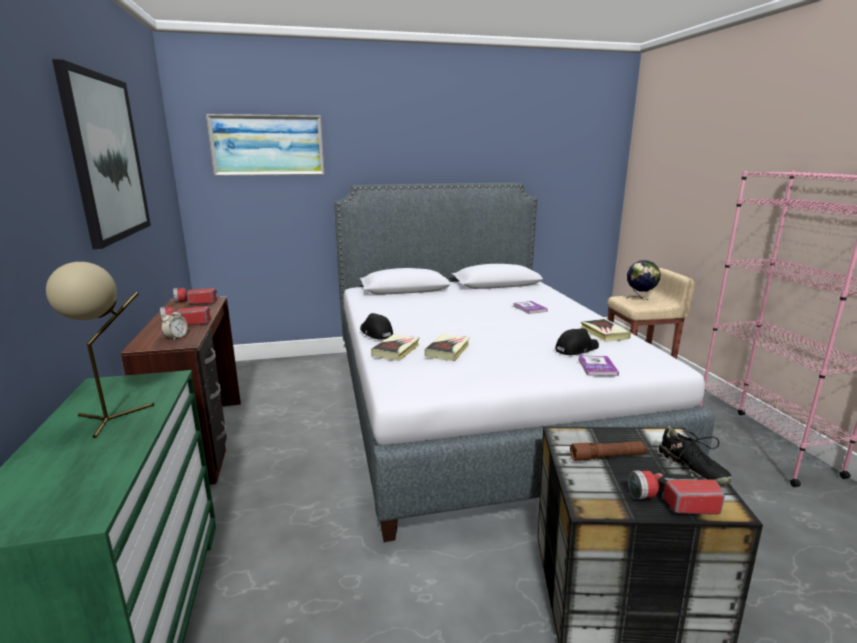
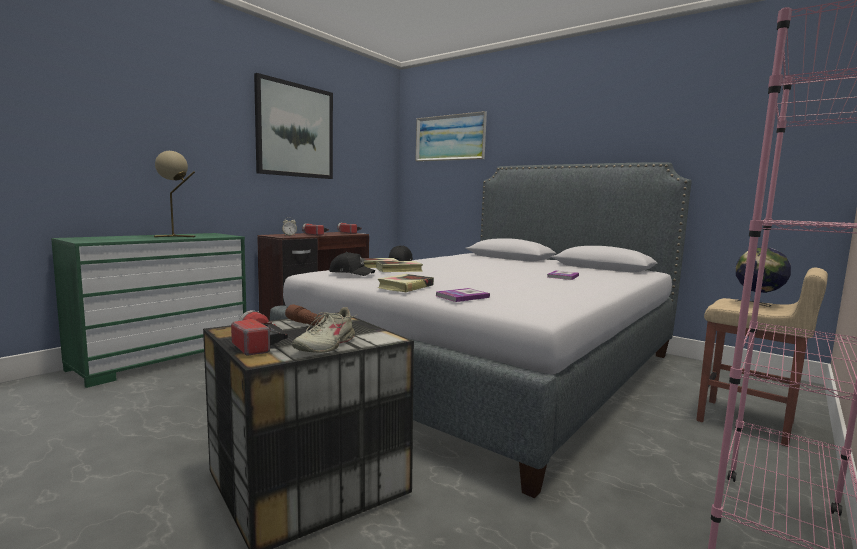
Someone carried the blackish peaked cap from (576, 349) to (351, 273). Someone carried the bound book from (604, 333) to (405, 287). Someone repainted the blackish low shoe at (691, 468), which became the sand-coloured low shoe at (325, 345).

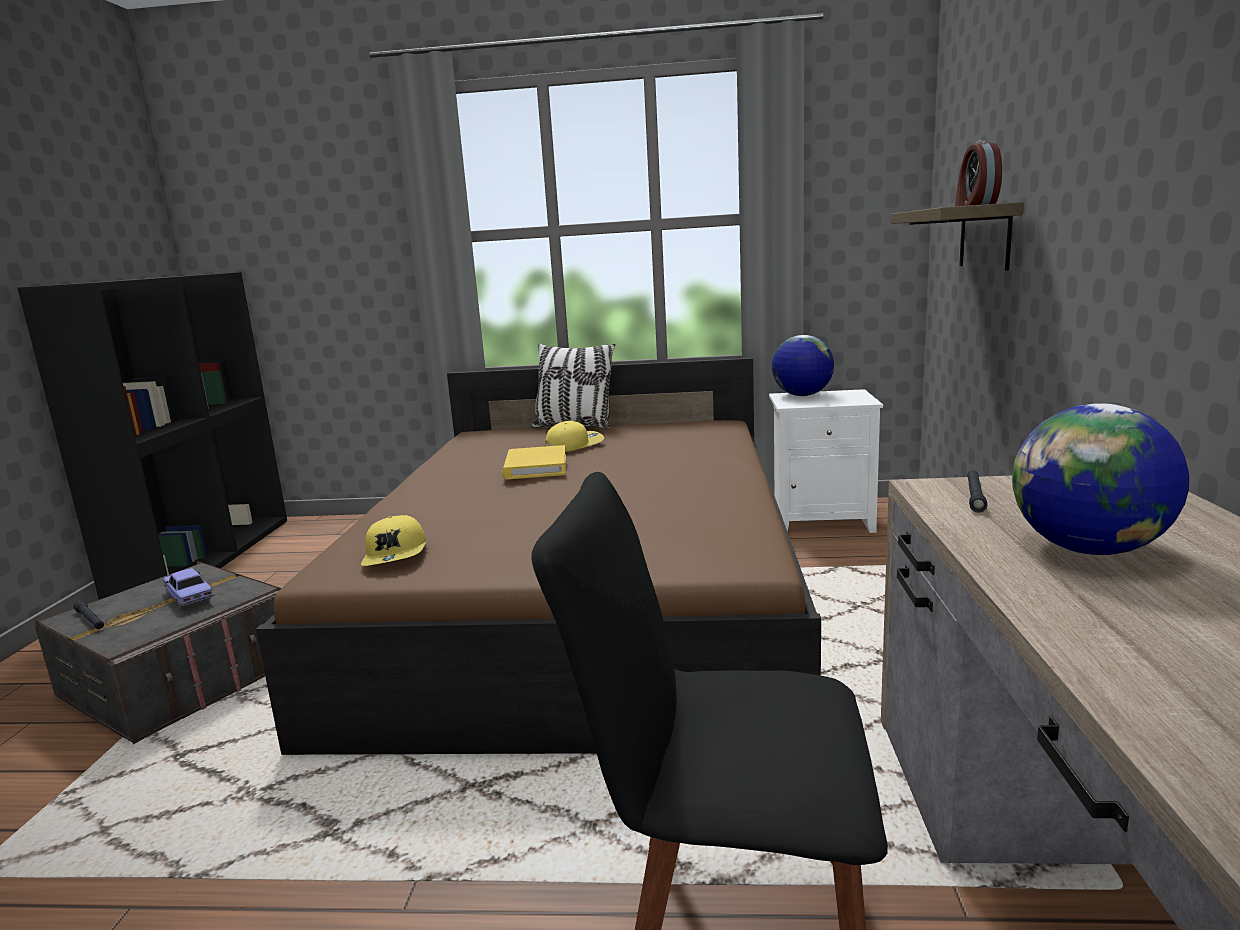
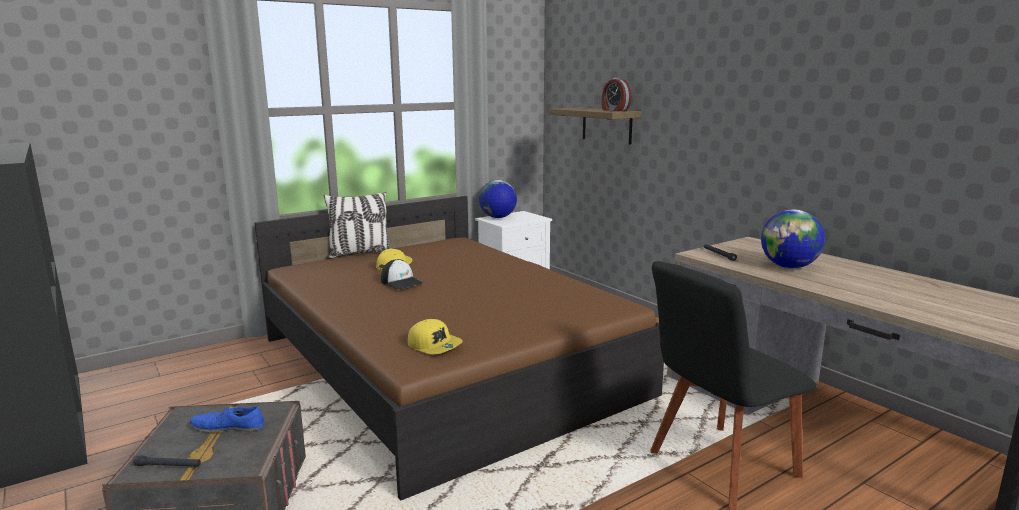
Someone swapped the miniature car at (189, 597) for the bluish low shoe at (228, 427). Someone swapped the yellow bound book at (535, 467) for the peaked cap at (402, 282).

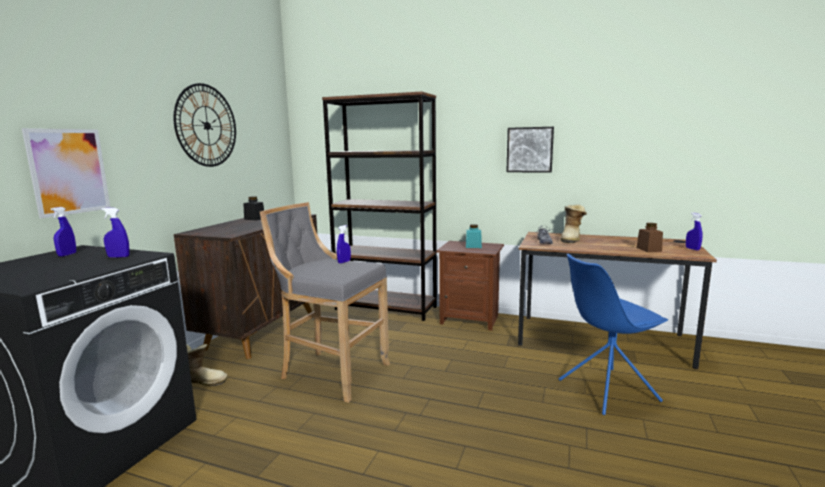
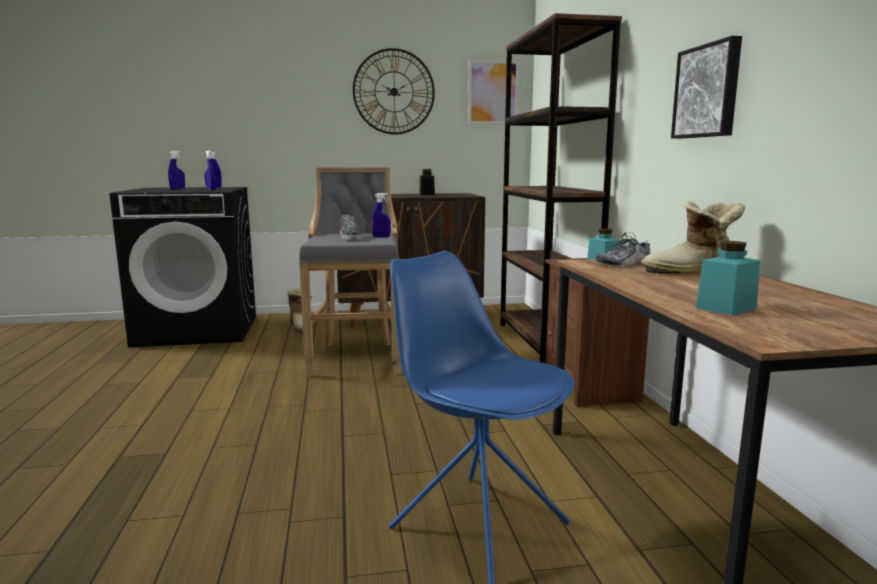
Someone carried the wall picture from (69, 171) to (493, 92). Someone repainted the brown-coloured preserve jar at (649, 249), which became the turquoise preserve jar at (726, 308). Someone carried the bluish sprayer from (692, 249) to (177, 189). Someone put down the low shoe at (349, 238).

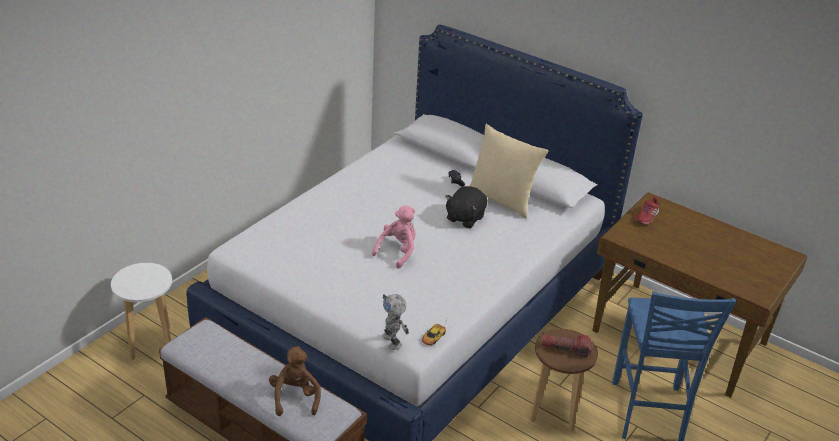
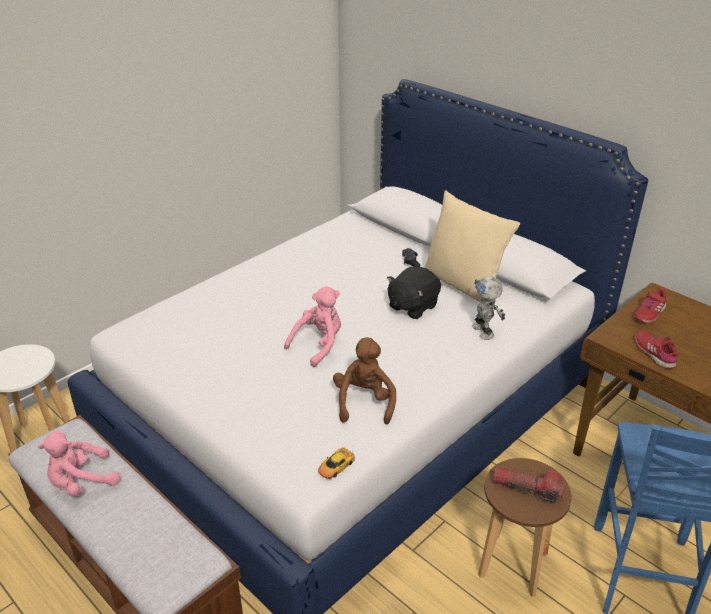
Someone carried the brown-coloured plush toy from (295, 397) to (364, 402). Someone carried the robot figure from (393, 341) to (484, 331). Someone put down the pink plush toy at (81, 483). Someone put down the reddish low shoe at (654, 353).

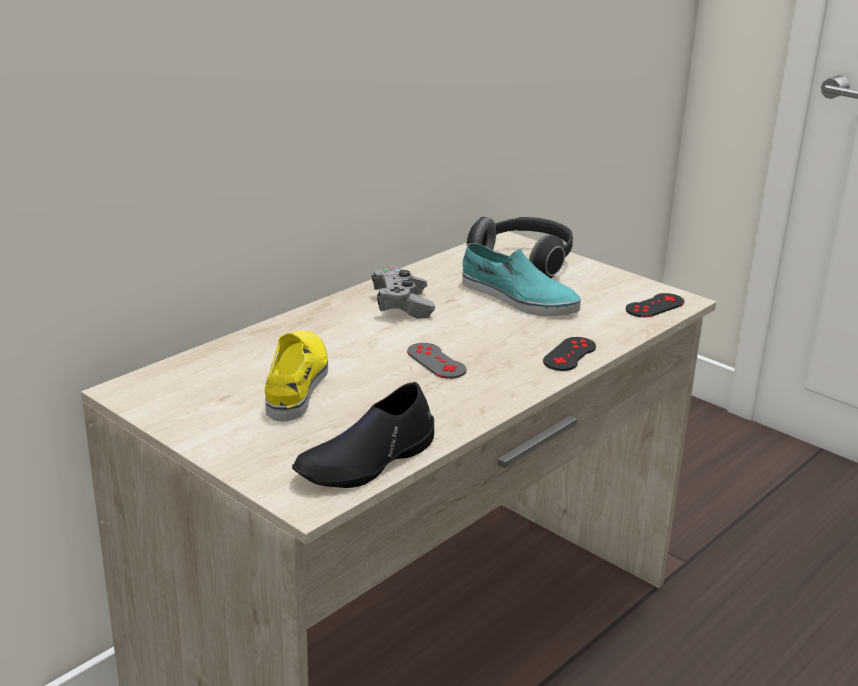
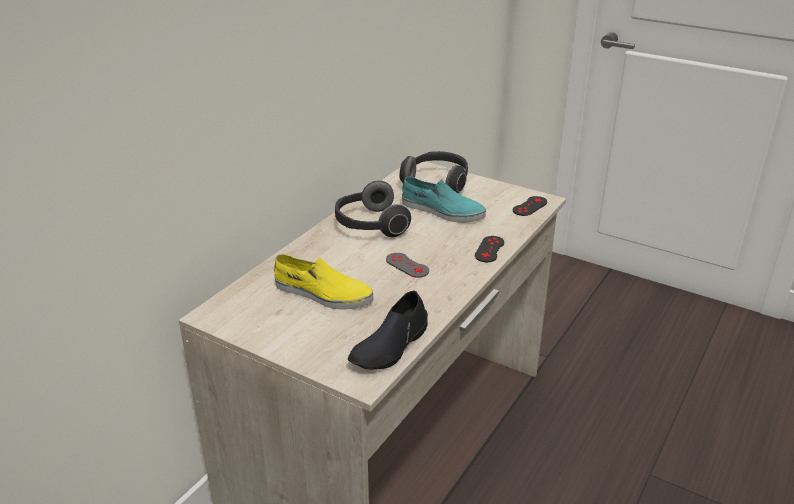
Someone rotated the yellow low shoe at (296, 383) by 120 degrees clockwise. Someone swapped the grey gamepad at (402, 305) for the headset at (369, 225).

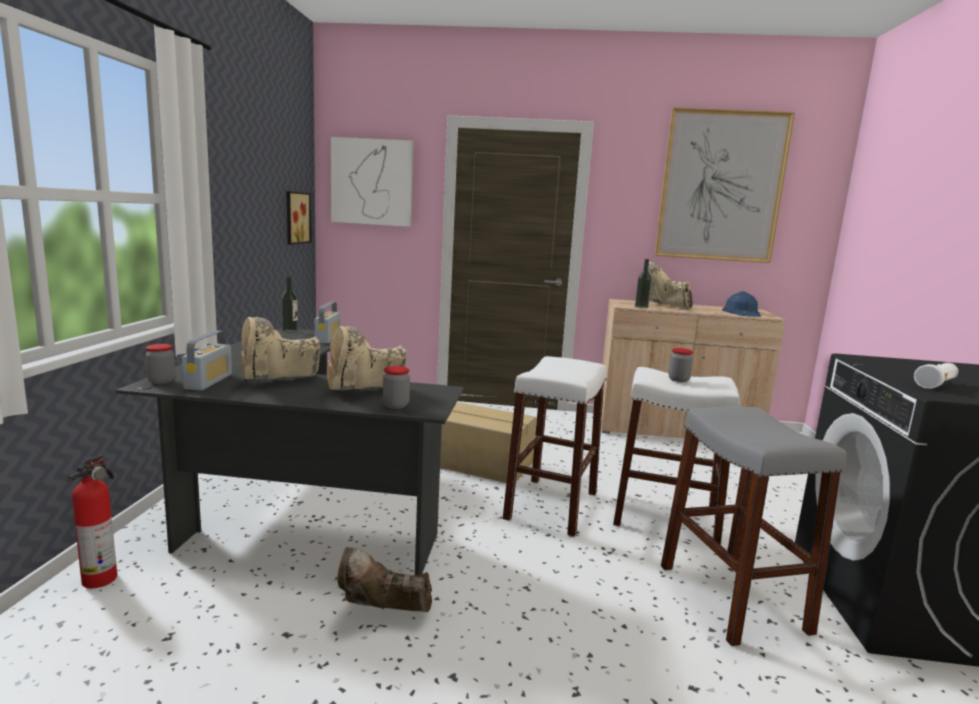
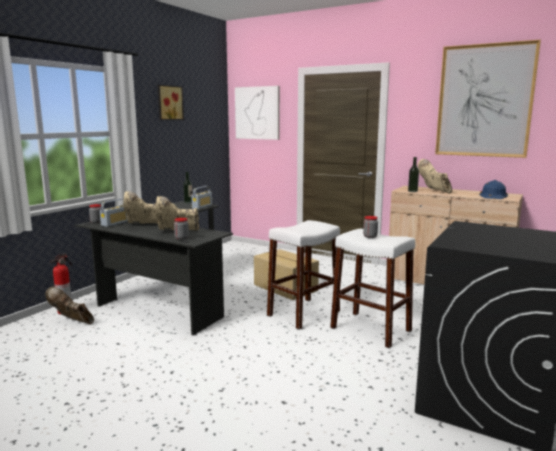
Someone carried the wall picture from (295, 217) to (169, 103). Someone carried the brown-coloured boot from (383, 614) to (72, 322). Someone took away the grey sitting stool at (732, 598). Someone took away the white-coloured hand torch at (935, 385).

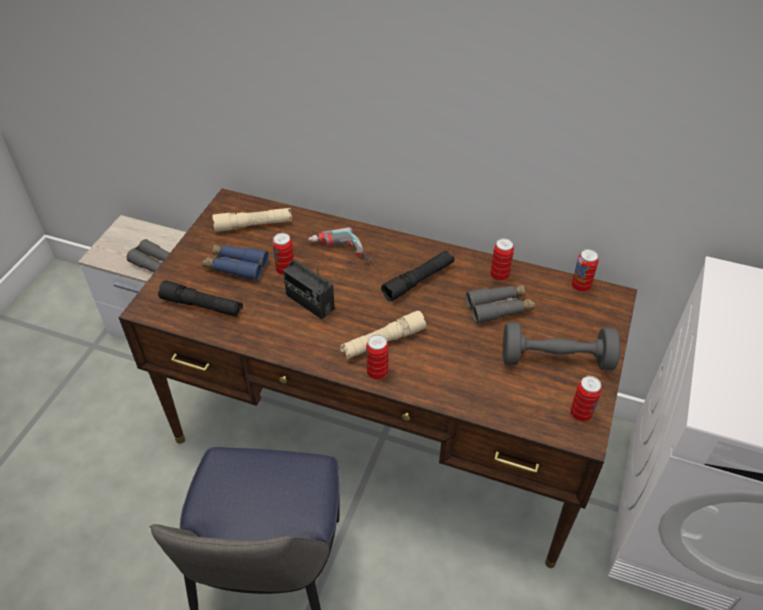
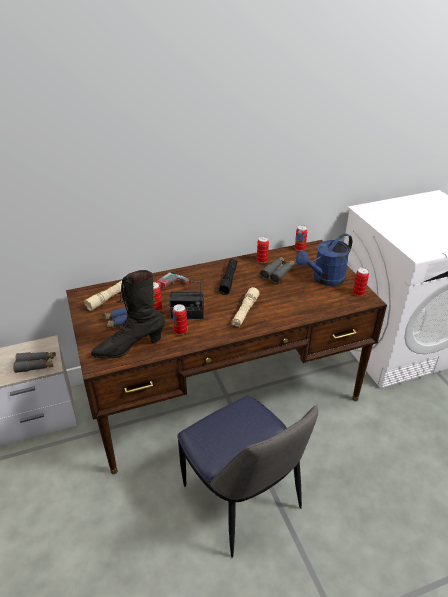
Someone swapped the blackish hand torch at (202, 306) for the blackish boot at (129, 347). Someone carried the can from (377, 373) to (180, 331). Someone swapped the grey dumbbell at (556, 359) for the bluish watering pot at (324, 279).

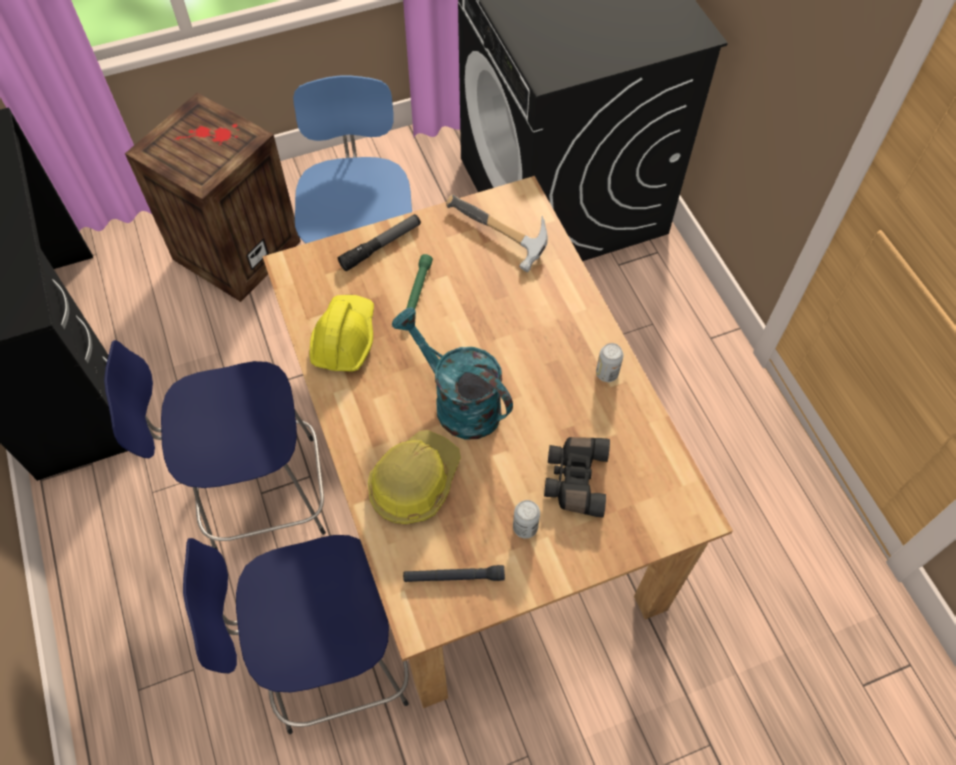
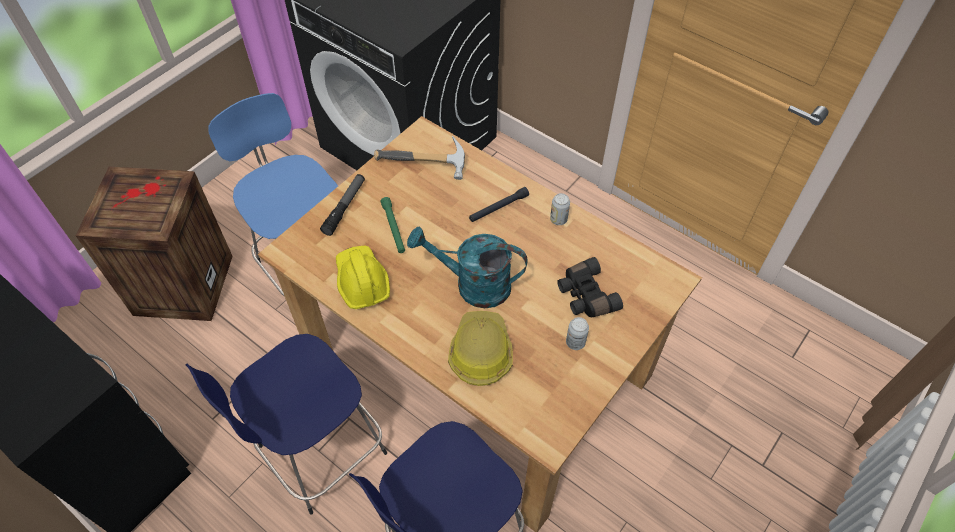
Someone carried the blackish hand torch from (454, 577) to (498, 208).

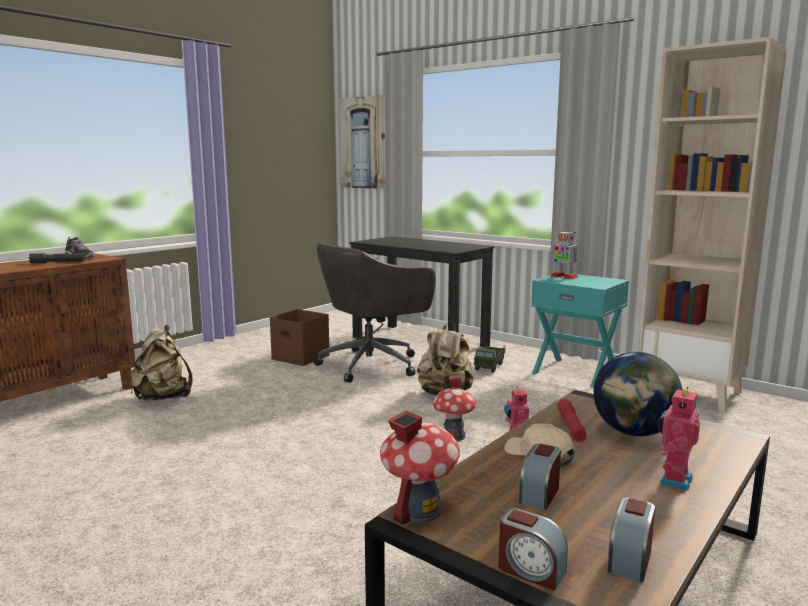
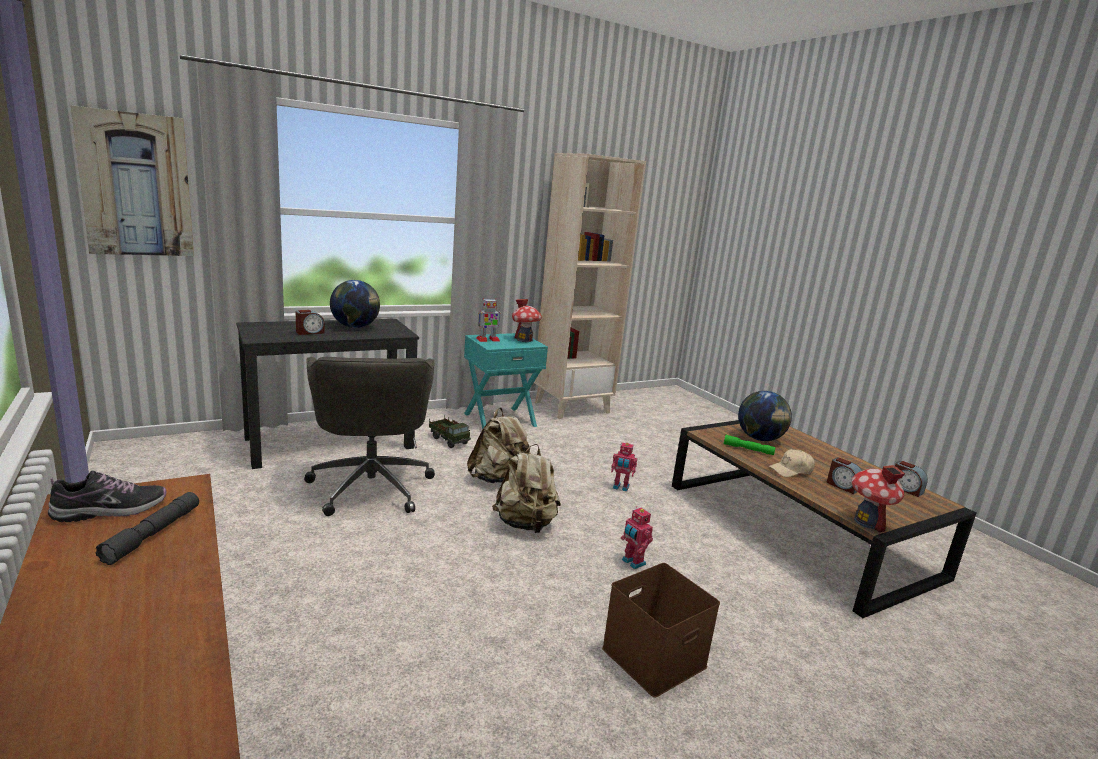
Someone carried the sand-coloured backpack from (163, 398) to (525, 524). Someone carried the brown-coloured storage box from (299, 357) to (654, 659). Someone carried the model house from (453, 436) to (524, 340). Someone carried the table clock from (530, 571) to (310, 332). Someone repainted the reddish hand torch at (571, 427), which became the green-coloured hand torch at (748, 449). Someone carried the robot figure from (673, 480) to (632, 562). Someone put down the world globe at (355, 327).

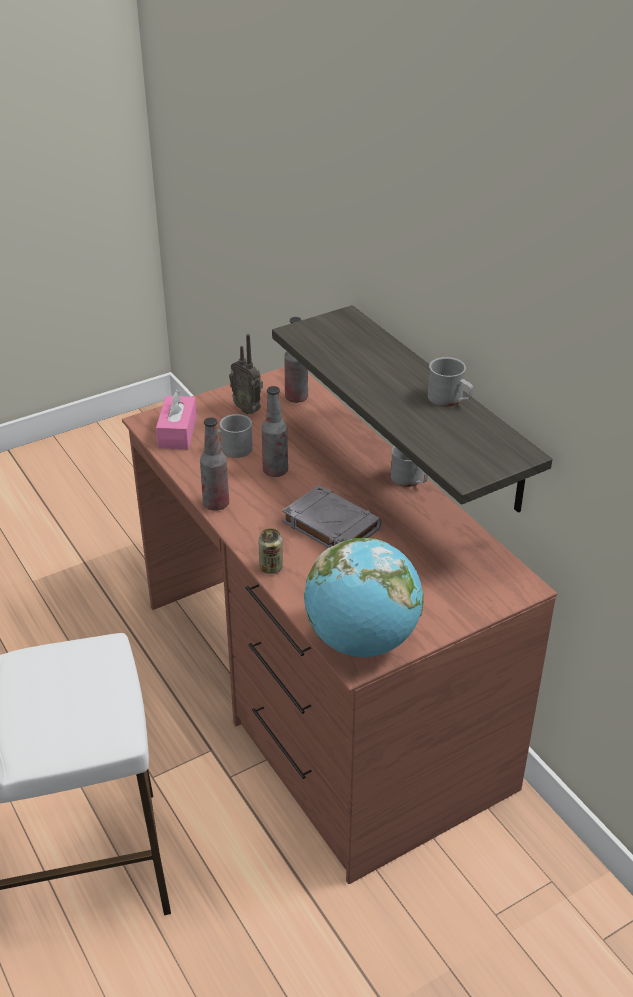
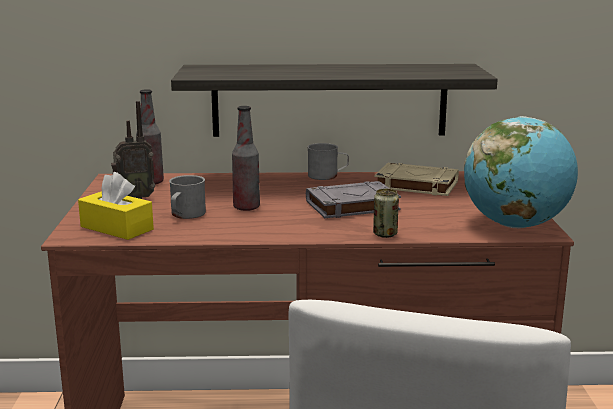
Someone repainted the pink tissue holder at (177, 432), which became the yellow tissue holder at (117, 228). Someone took away the bottle at (216, 504). Someone took away the grey mug at (450, 399). Someone put down the sand-coloured bound book at (415, 185).

